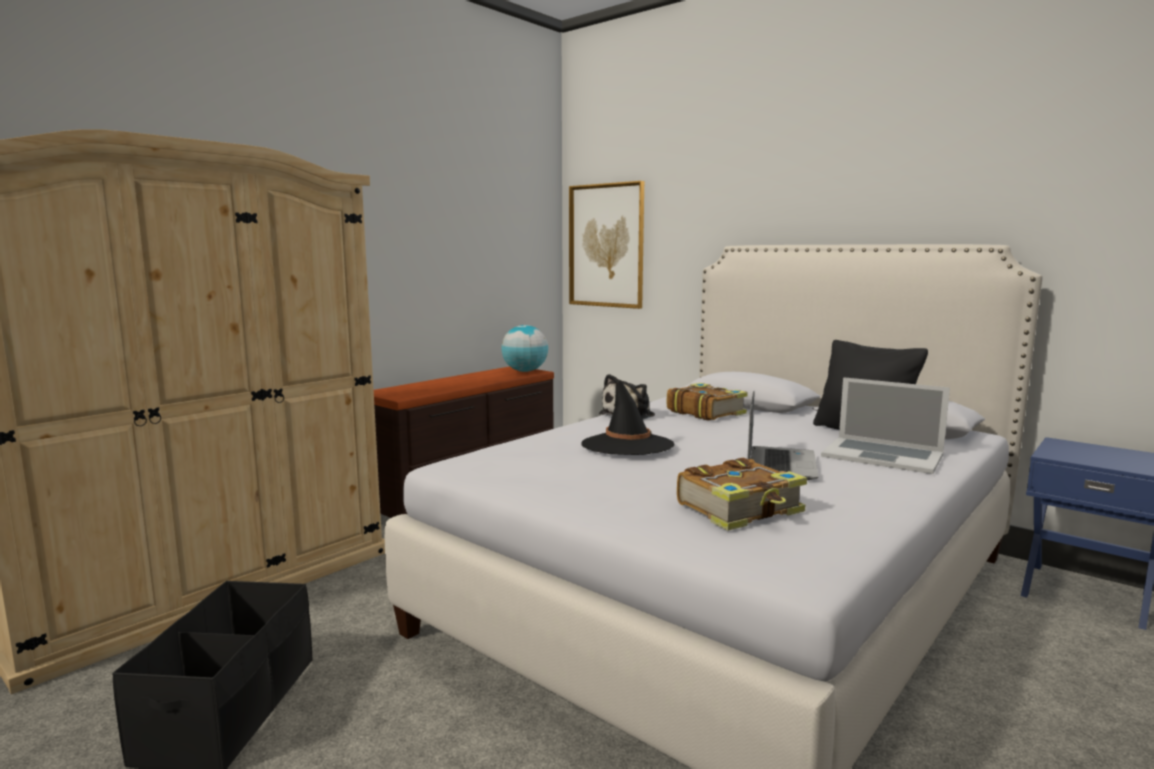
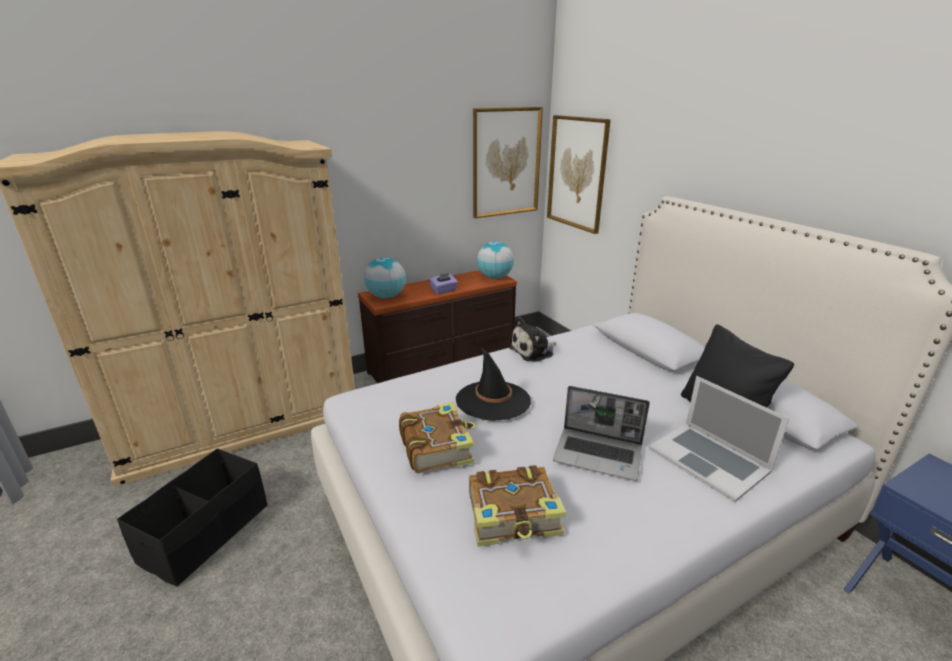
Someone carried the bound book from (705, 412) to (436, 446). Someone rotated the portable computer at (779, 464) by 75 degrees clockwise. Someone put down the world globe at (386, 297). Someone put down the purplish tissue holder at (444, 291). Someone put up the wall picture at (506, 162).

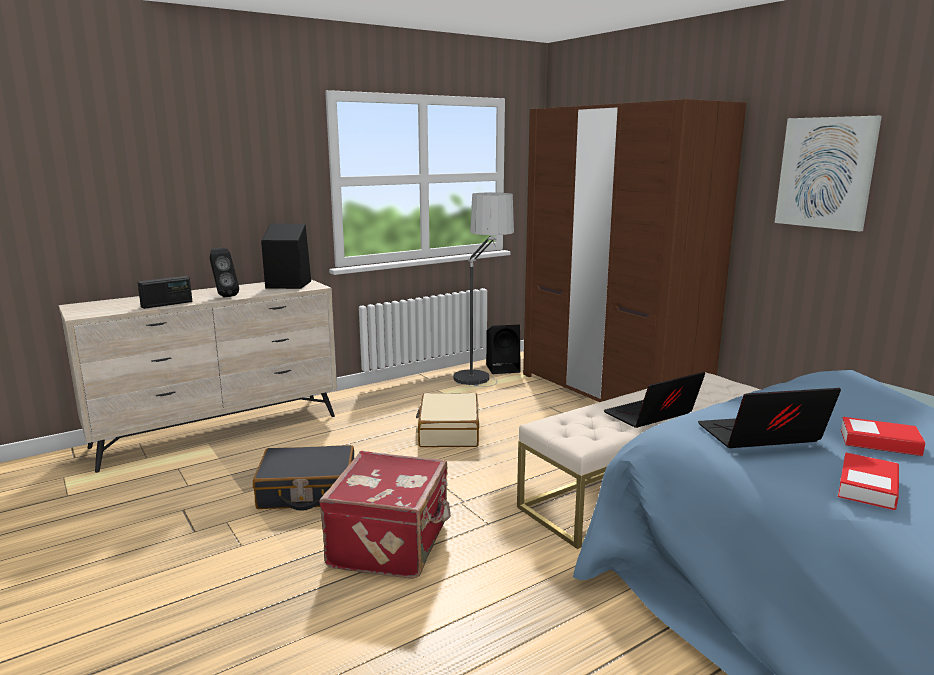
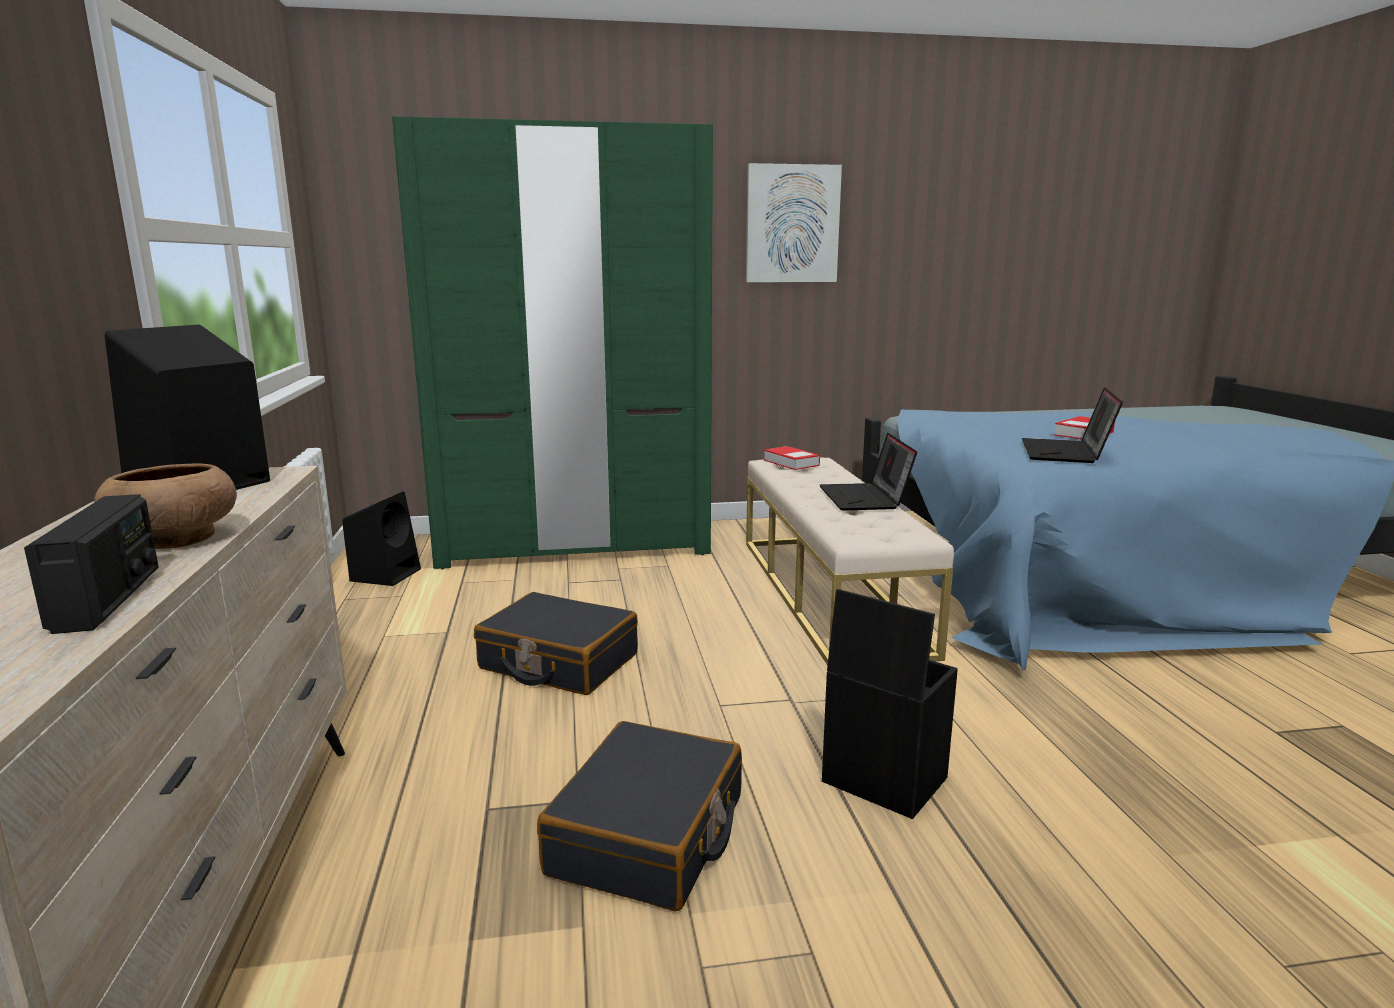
Someone swapped the blackish audio speaker at (224, 296) for the brown-coloured deep dish at (174, 539). Someone swapped the reddish travel case at (391, 544) for the blackish storage box at (881, 780). Someone repainted the sand-coloured travel case at (448, 431), which became the blackish travel case at (558, 662). Someone took away the standard lamp at (481, 390). Someone repainted the brown-coloured clothes cupboard at (610, 393), which became the green-coloured clothes cupboard at (574, 544). Someone carried the bound book from (867, 487) to (791, 463).

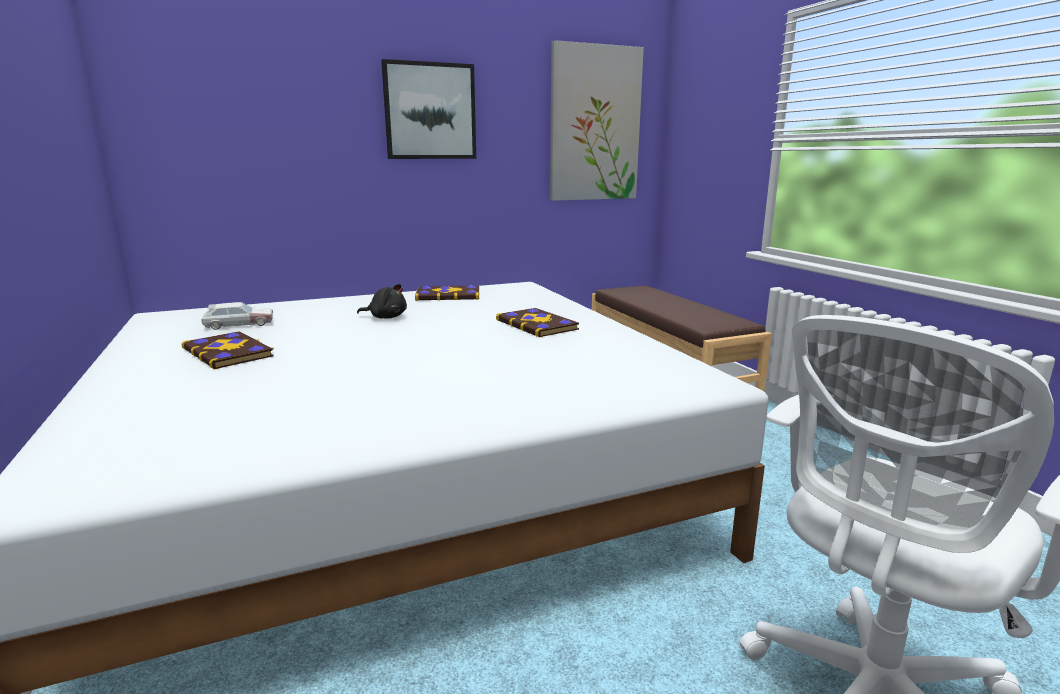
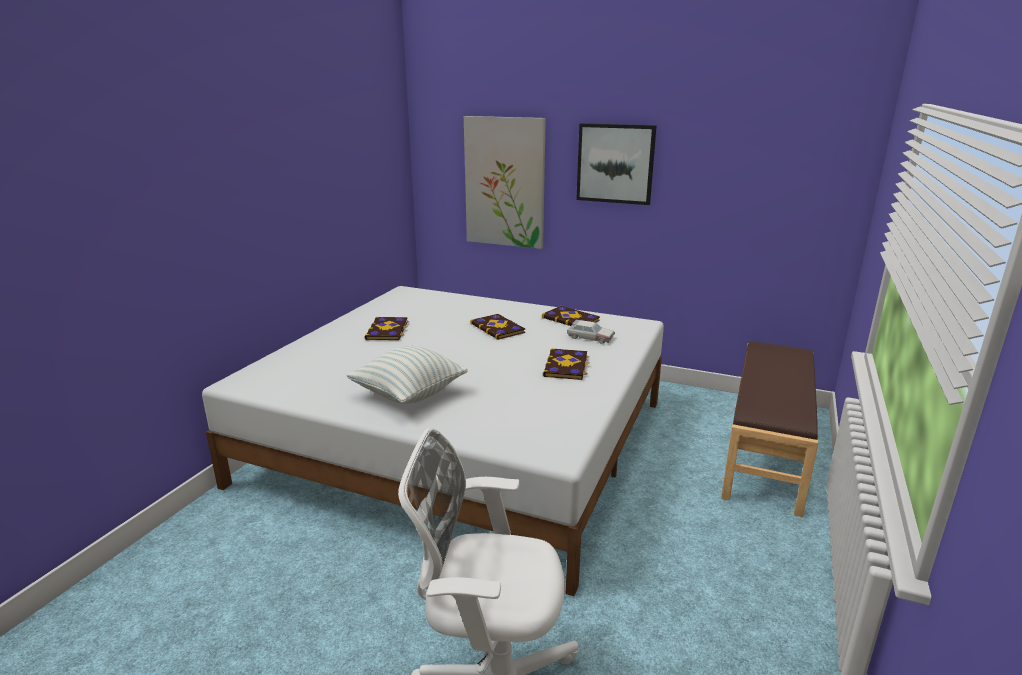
Someone carried the miniature car from (238, 324) to (589, 337). Someone swapped the blackish plush toy at (386, 317) for the bound book at (498, 328). Someone carried the wall picture from (594, 124) to (505, 182). Someone put down the throw pillow at (409, 395).

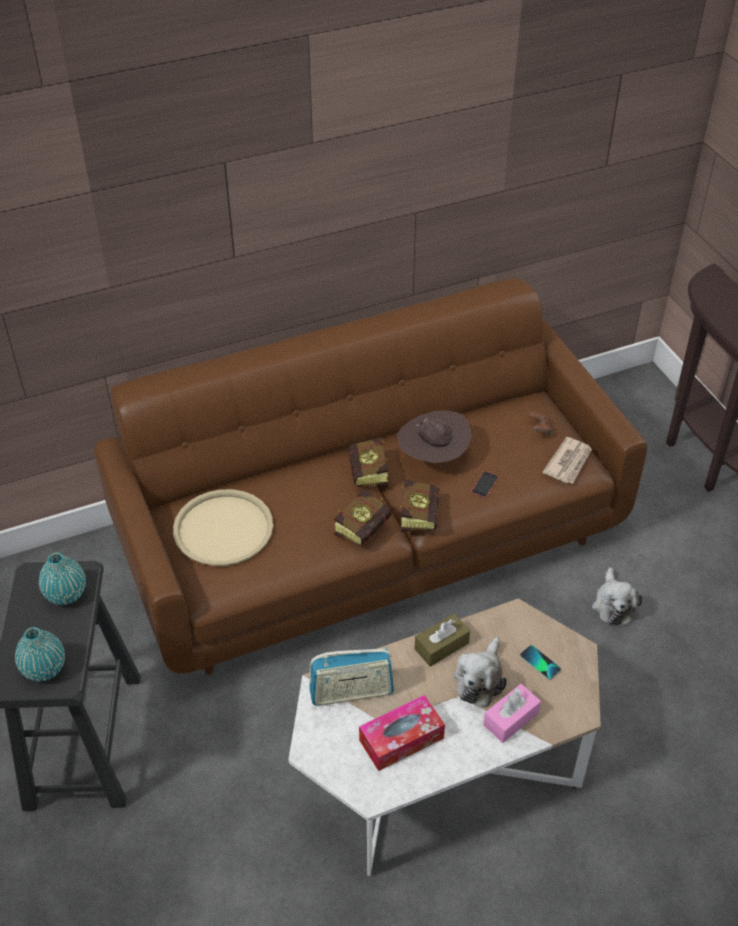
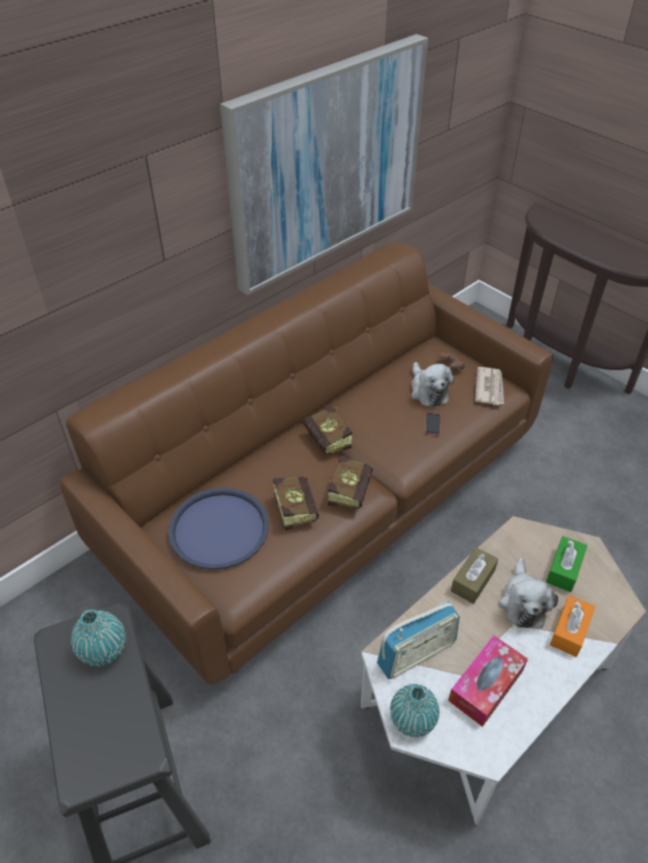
Someone carried the turquoise flower vase from (44, 668) to (412, 719). Someone repainted the sand-coloured carrying tray at (223, 529), which became the bluish carrying tray at (219, 529). Someone took away the brown-coloured clothing hat at (433, 457). Someone carried the bound book from (419, 513) to (294, 507). Someone repainted the pink tissue holder at (511, 719), which became the orange-coloured tissue holder at (570, 631). Someone swapped the handset at (540, 663) for the green-coloured tissue holder at (564, 569). Someone carried the plush toy from (613, 604) to (428, 391). Someone put up the wall picture at (326, 162).

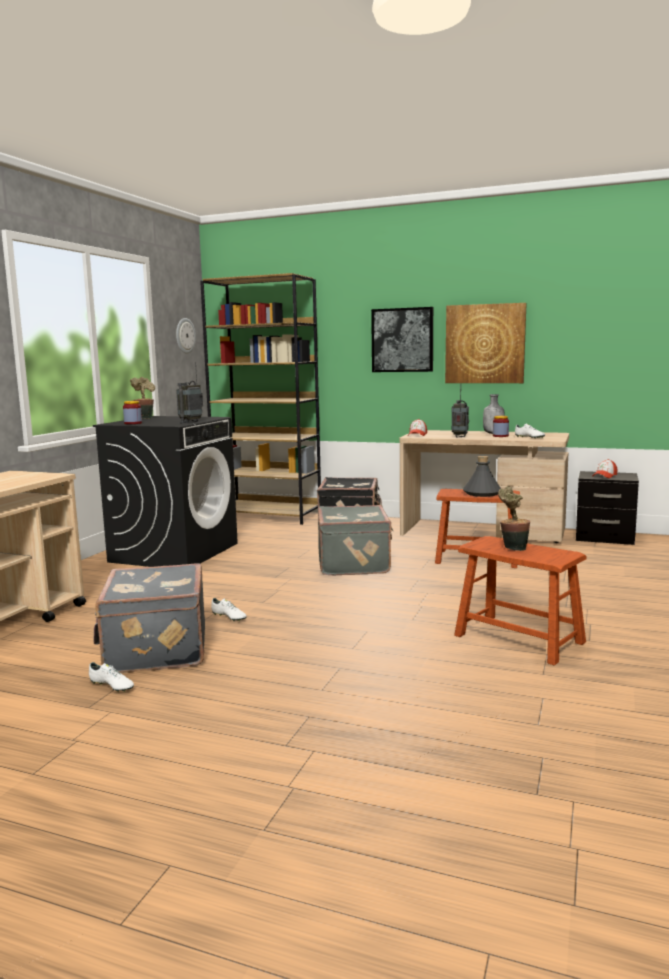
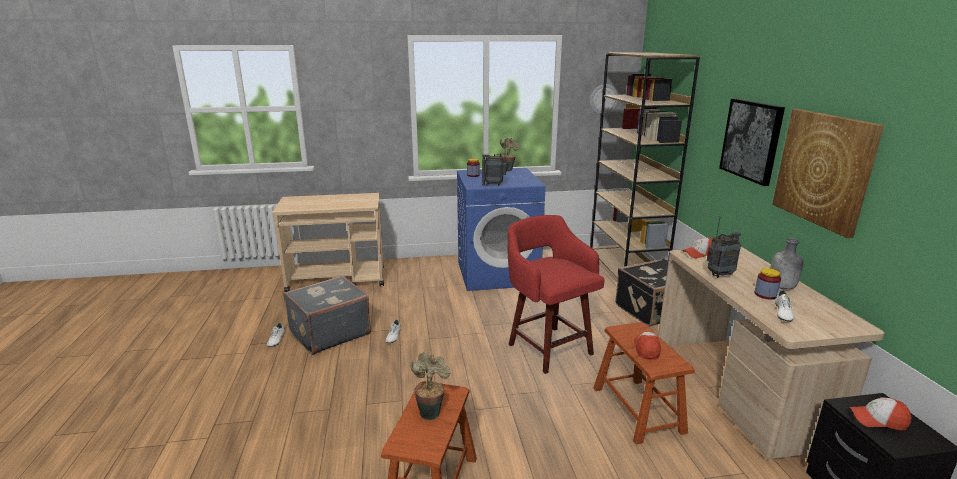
Someone repainted the blackish laundry appliance at (174, 552), which became the bluish laundry appliance at (498, 273). Someone swapped the grey travel case at (355, 563) for the reddish sitting stool at (548, 347). Someone swapped the grey bottle at (482, 493) for the peaked cap at (646, 349).

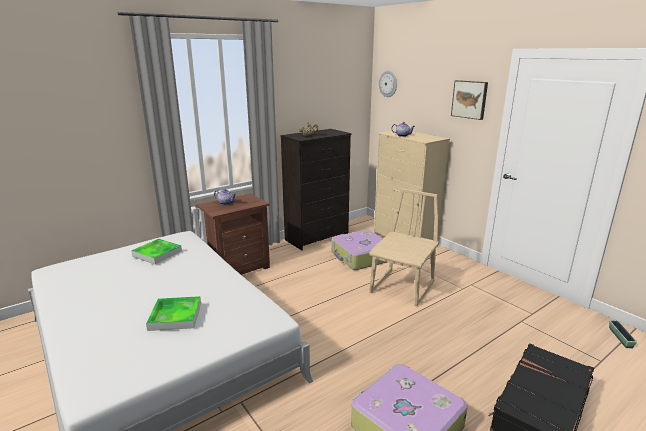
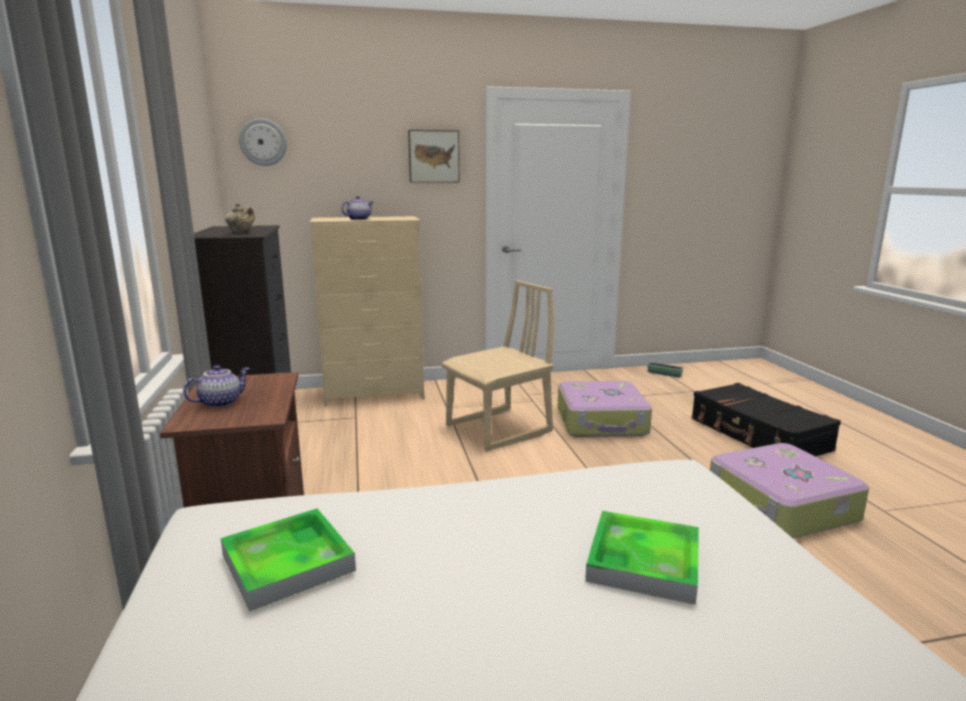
Someone carried the travel case from (360, 257) to (602, 422). Someone rotated the sand-coloured upright chair at (403, 288) by 90 degrees clockwise.

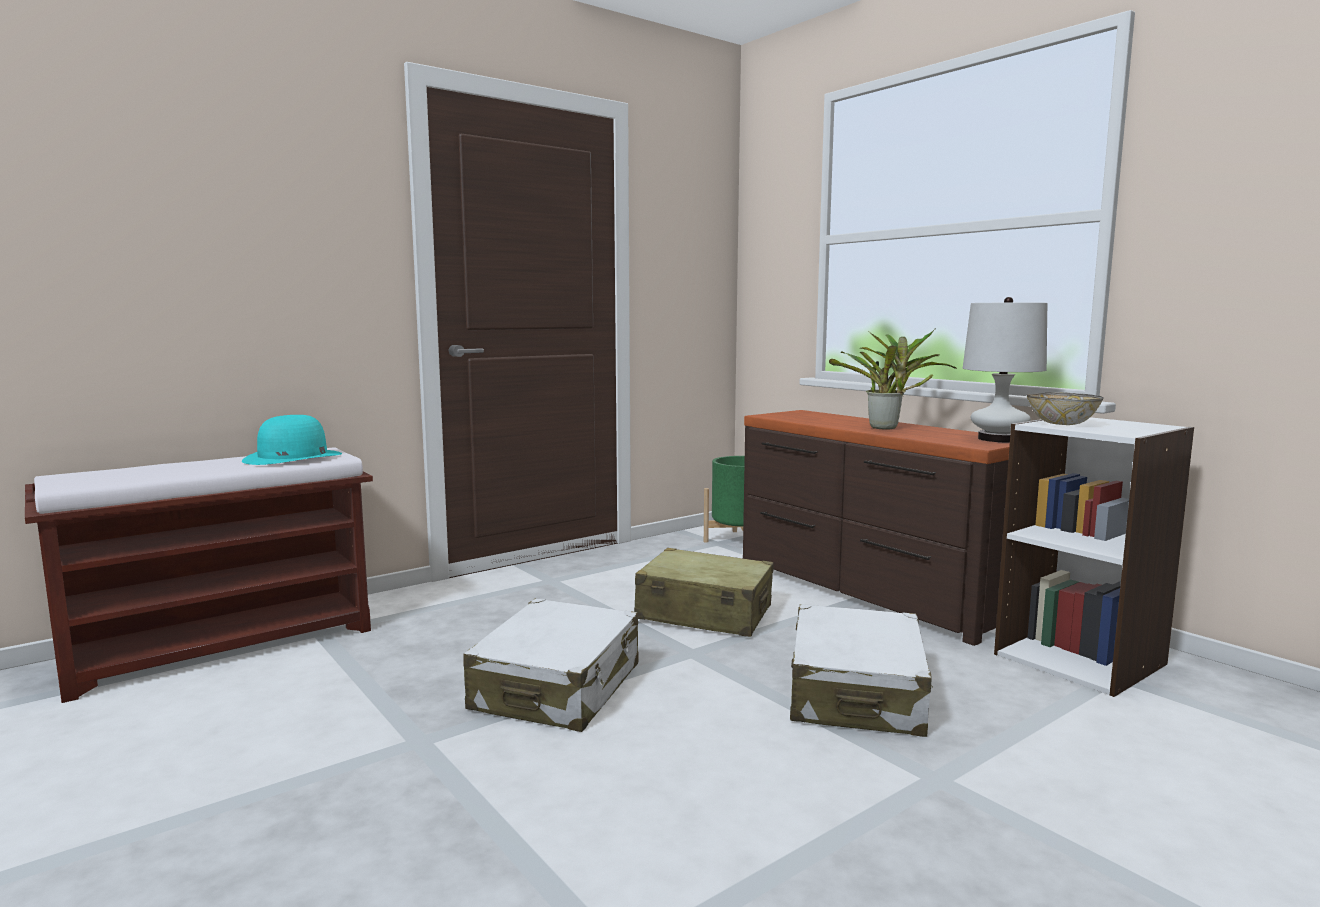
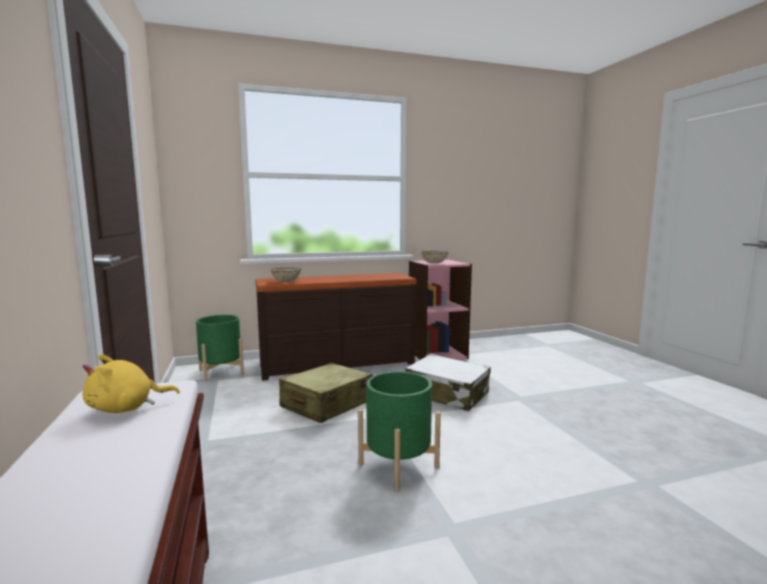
Someone swapped the turquoise clothing hat at (292, 457) for the yellow plush toy at (126, 408). Someone swapped the white-coloured travel case at (557, 688) for the green-coloured flower pot at (398, 465). Someone took away the plant in a pot at (887, 428). Someone took away the white-coloured lamp for a table at (998, 439). Someone repainted the white-coloured shelving unit at (1080, 659), which became the pink shelving unit at (437, 354). Someone put down the deep dish at (286, 281).

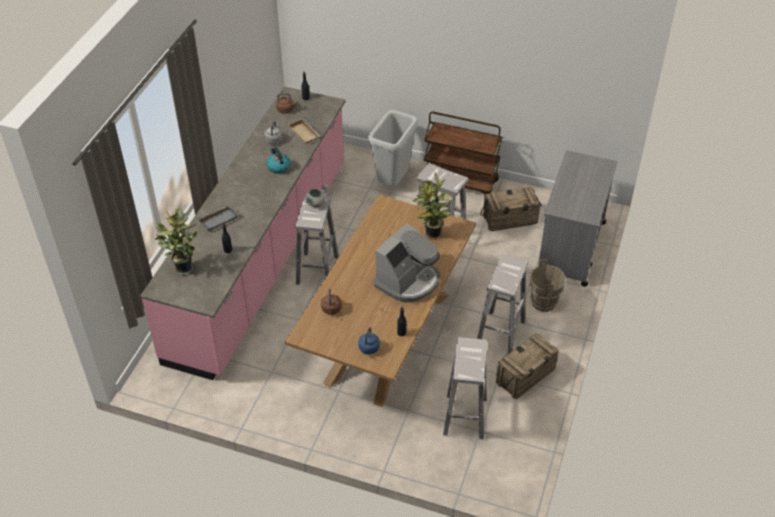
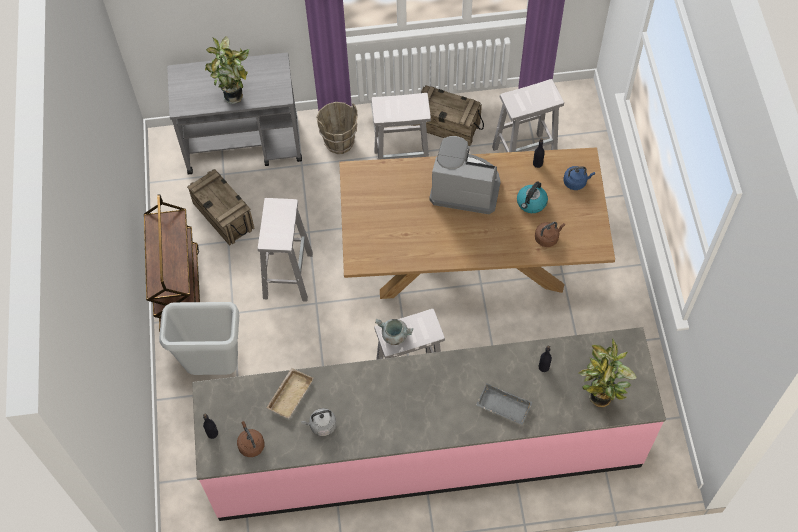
Someone carried the water kettle from (278, 167) to (531, 203). Someone carried the plant in a pot from (432, 235) to (236, 96).

